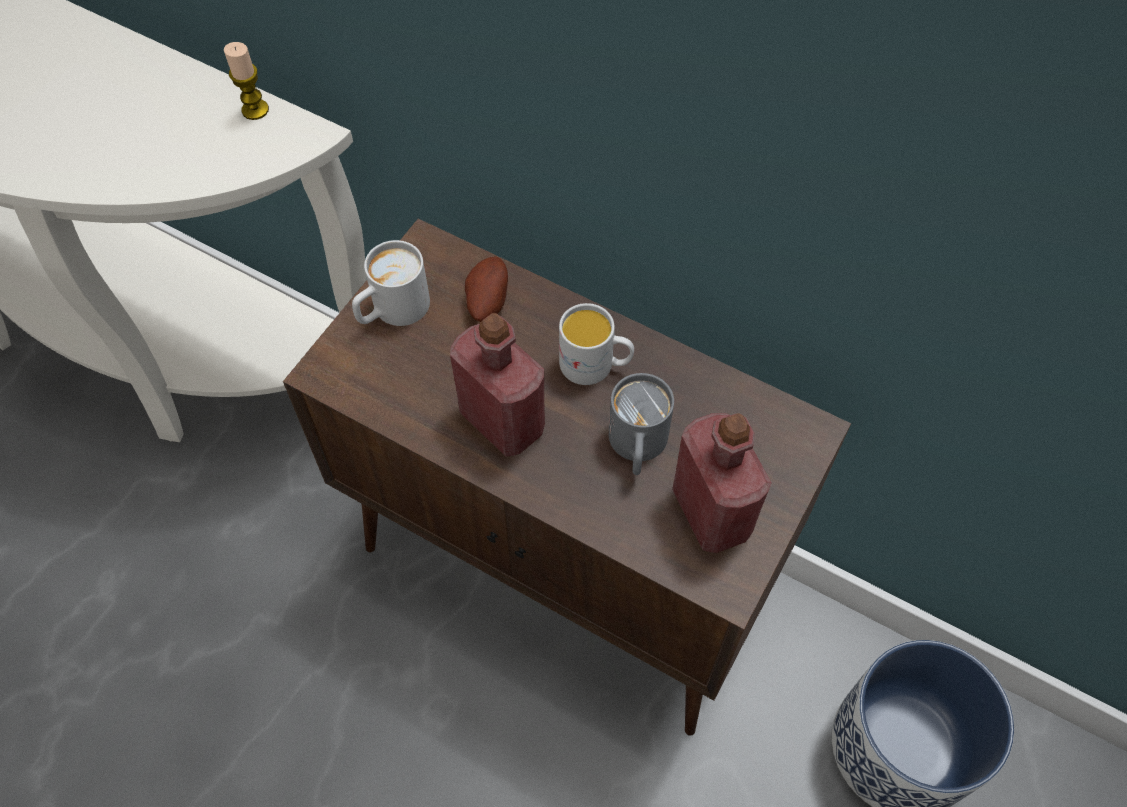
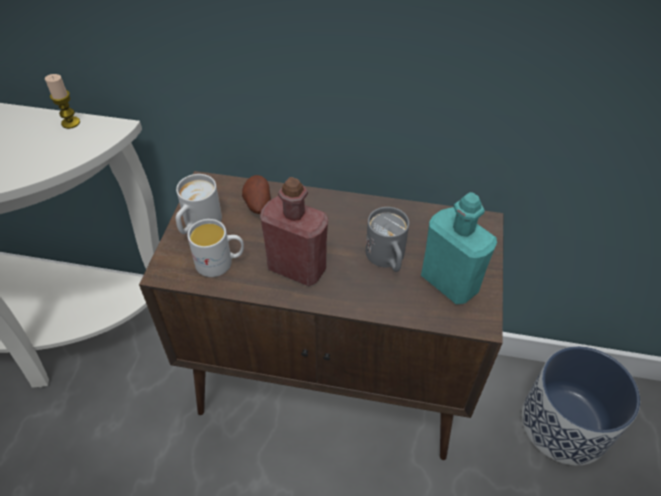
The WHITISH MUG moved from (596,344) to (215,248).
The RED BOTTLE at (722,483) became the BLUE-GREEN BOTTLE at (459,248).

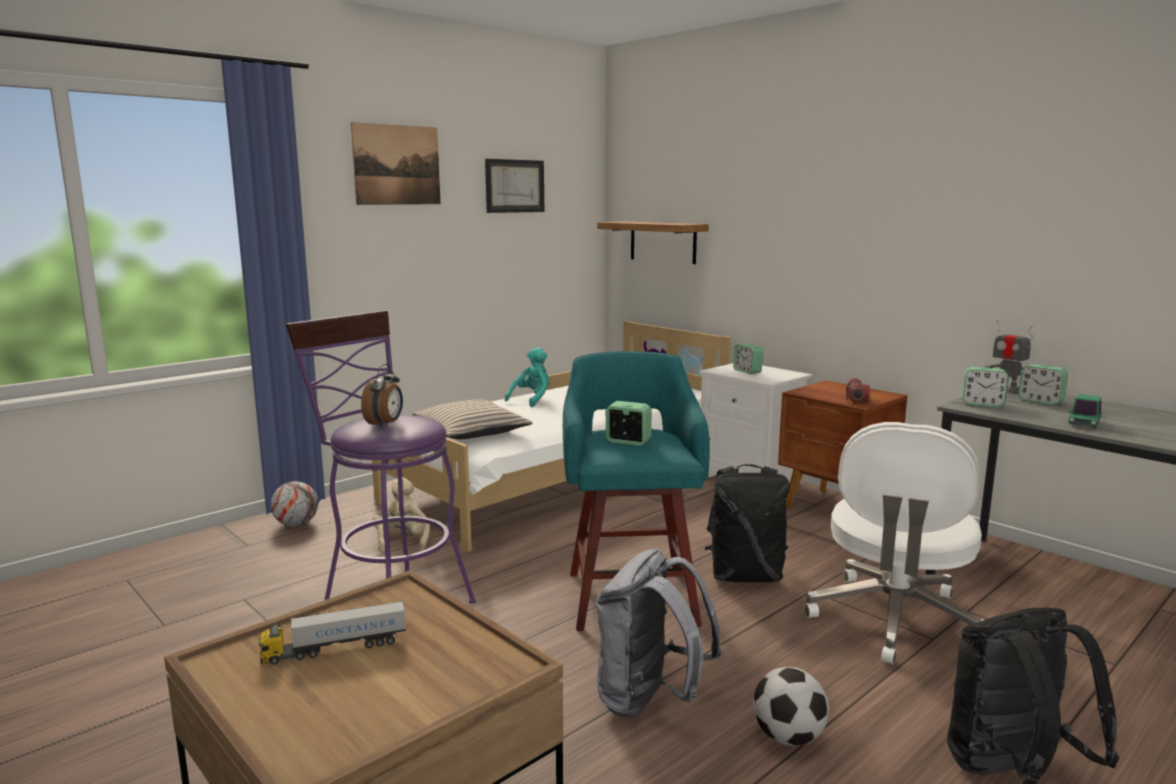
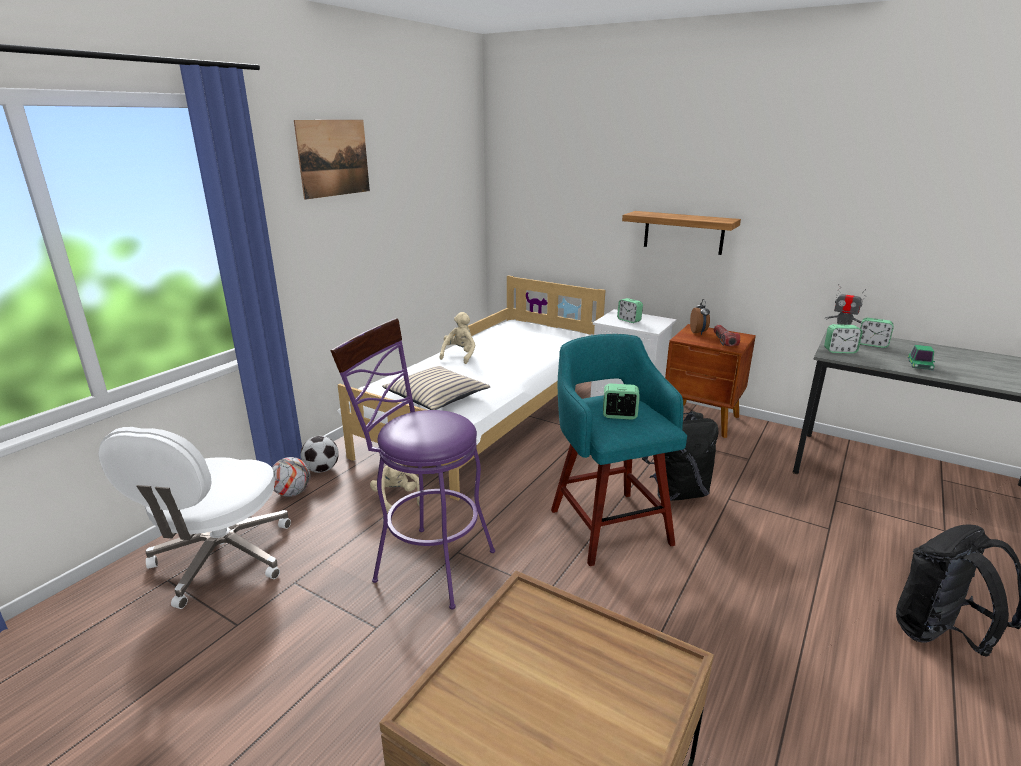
The WHITISH COMPUTER CHAIR moved from (894,543) to (194,518).
The FOOTBALL moved from (791,706) to (319,454).
The BLUE-GREEN SOFT TOY at (527,377) became the BEIGE SOFT TOY at (457,338).
The WALL SHELF moved from (653,242) to (681,233).
The BEDSIDE CLOCK moved from (382,396) to (700,317).
The MODEL TRUCK at (332,633) disappeared.
The WALL PICTURE at (515,186) disappeared.
The GRAY BACKPACK at (659,633) disappeared.

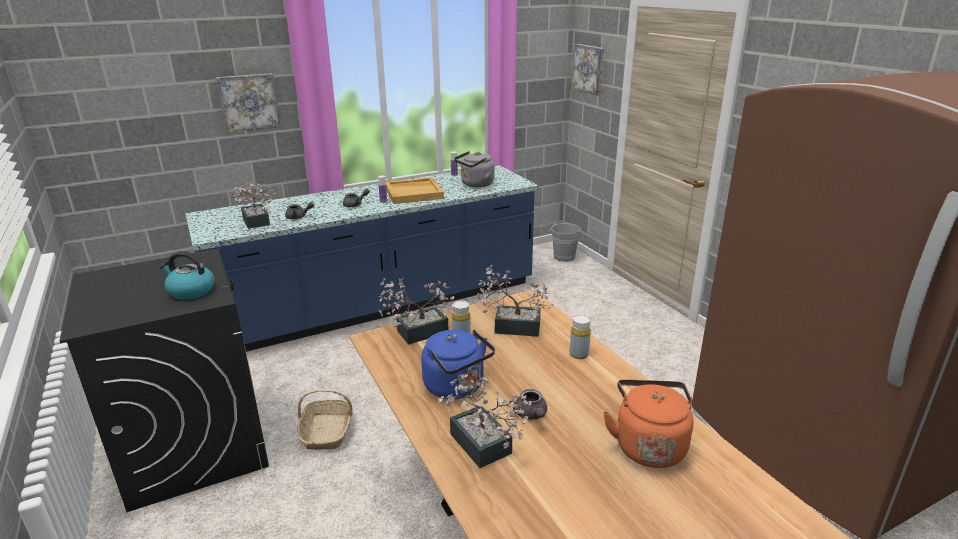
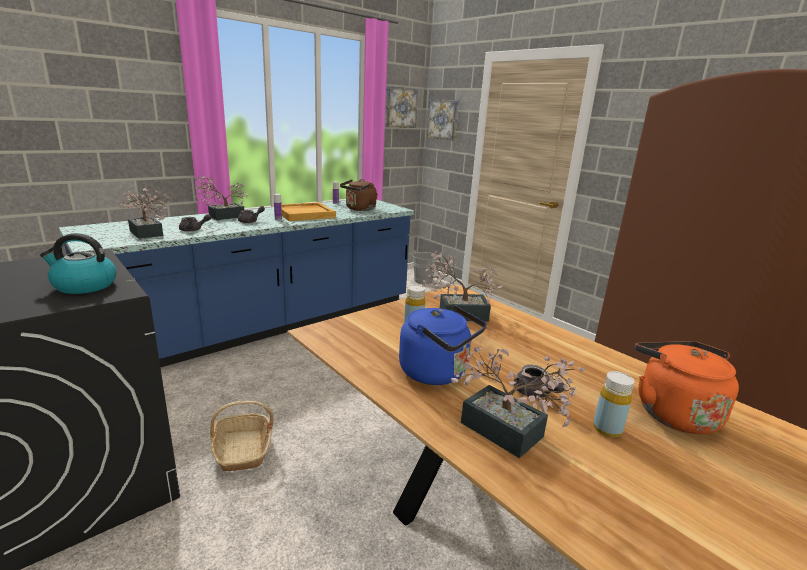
The PLANT IN A POT moved from (416,311) to (221,197).
The GRAY WATER KETTLE at (474,169) became the BROWN-COLOURED WATER KETTLE at (359,195).
The WALL PICTURE moved from (248,103) to (401,107).
The YELLOWISH BOTTLE moved from (580,337) to (613,404).

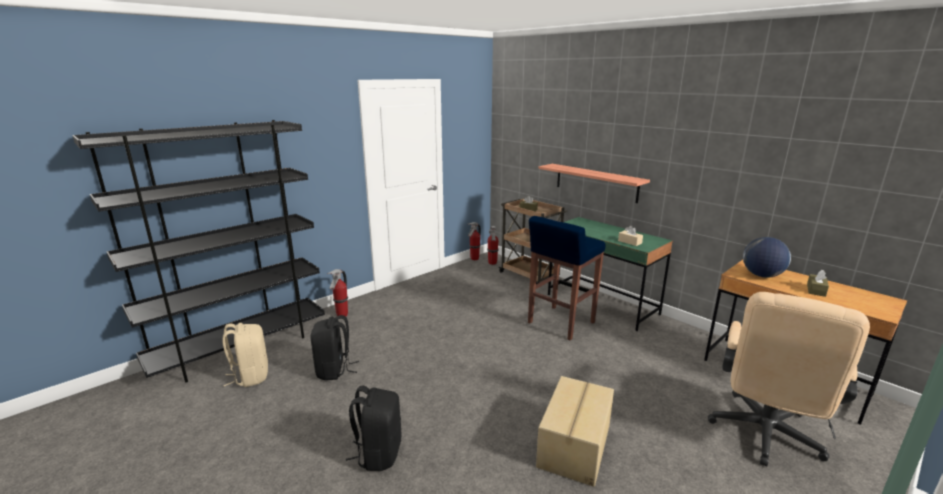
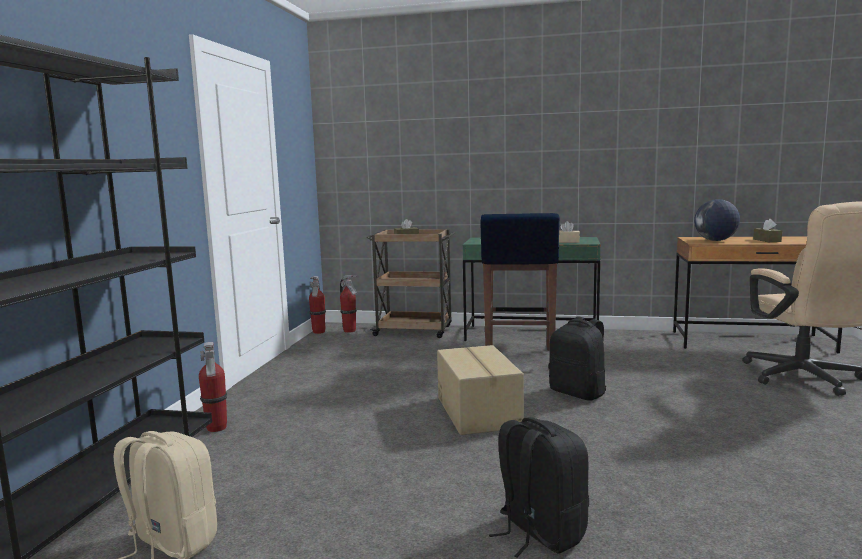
The PACKING BOX moved from (575,431) to (480,390).
The BLACK-COLOURED BACKPACK moved from (335,347) to (577,358).
The WALL SHELF at (594,183) disappeared.

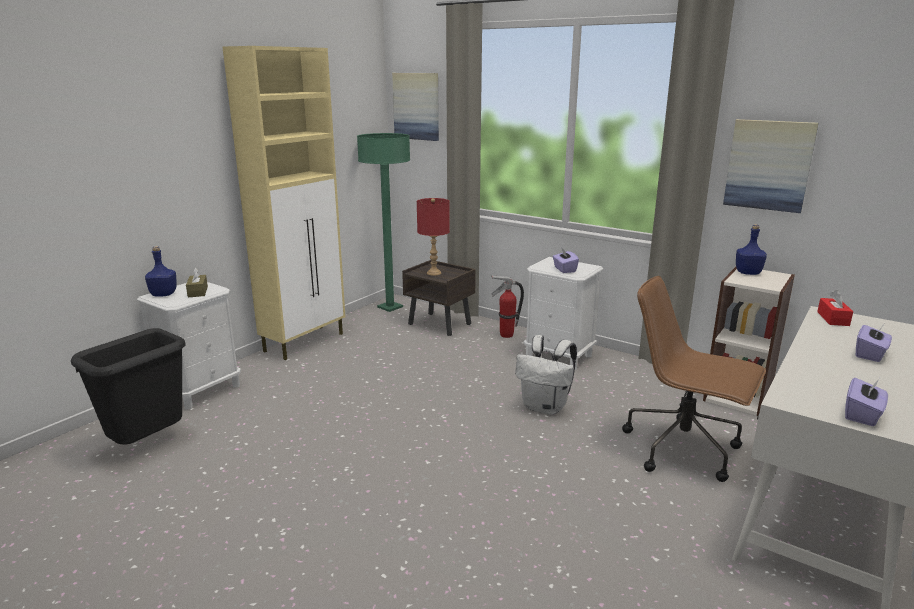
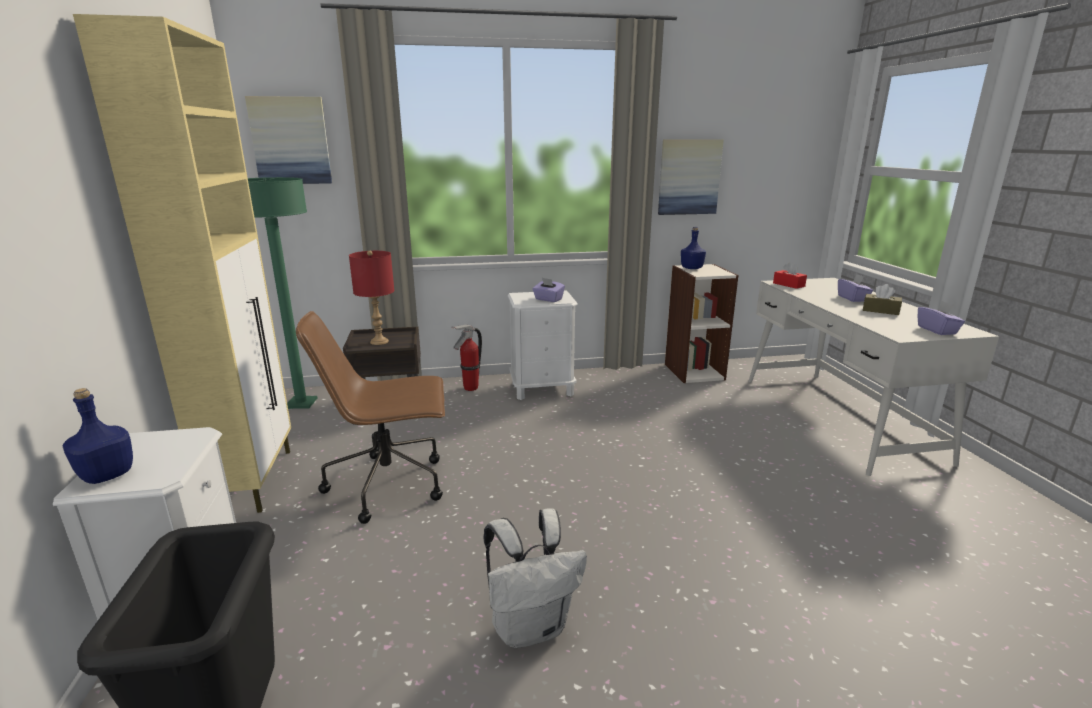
The BROWN-COLOURED COMPUTER CHAIR moved from (694,379) to (370,417).
The WHITISH BACKPACK moved from (546,375) to (535,578).
The BROWN-COLOURED TISSUE HOLDER moved from (197,282) to (882,299).

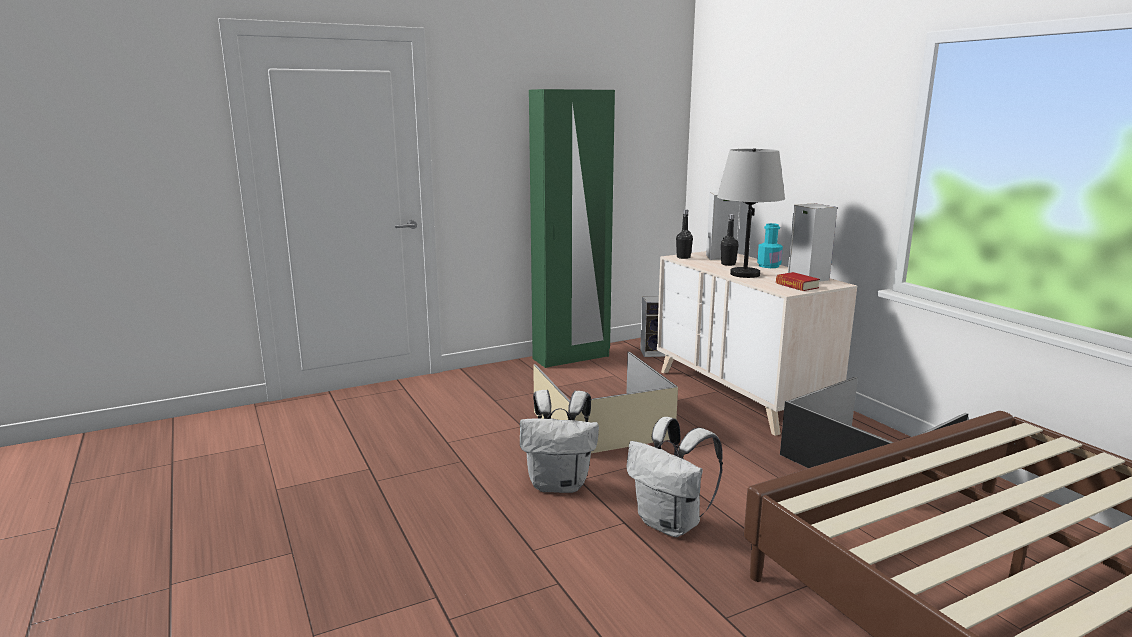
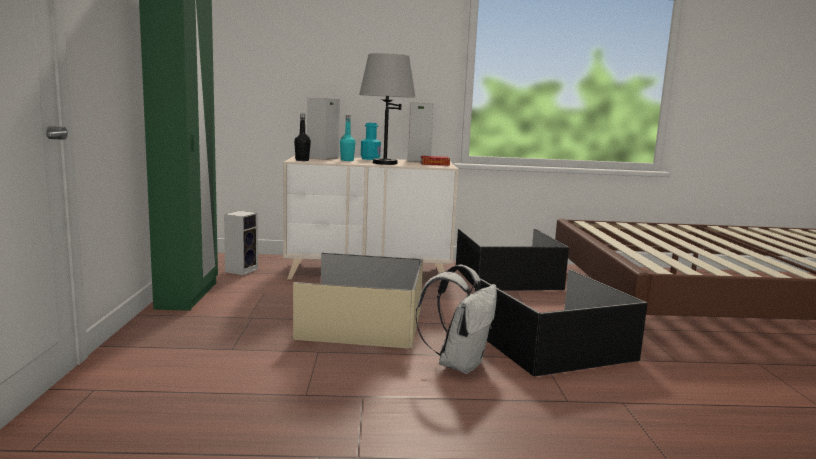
The BLACK-COLOURED BOTTLE at (730,240) became the BLUE-GREEN BOTTLE at (347,138).
The WHITISH BACKPACK at (674,477) was replaced by the BLACK-COLOURED STORAGE CONTAINER at (561,323).

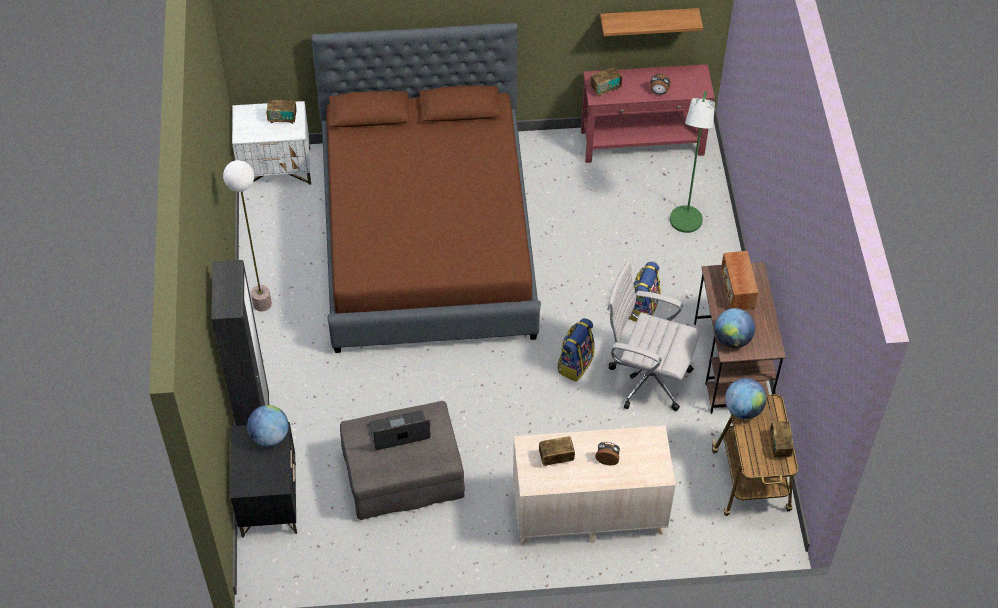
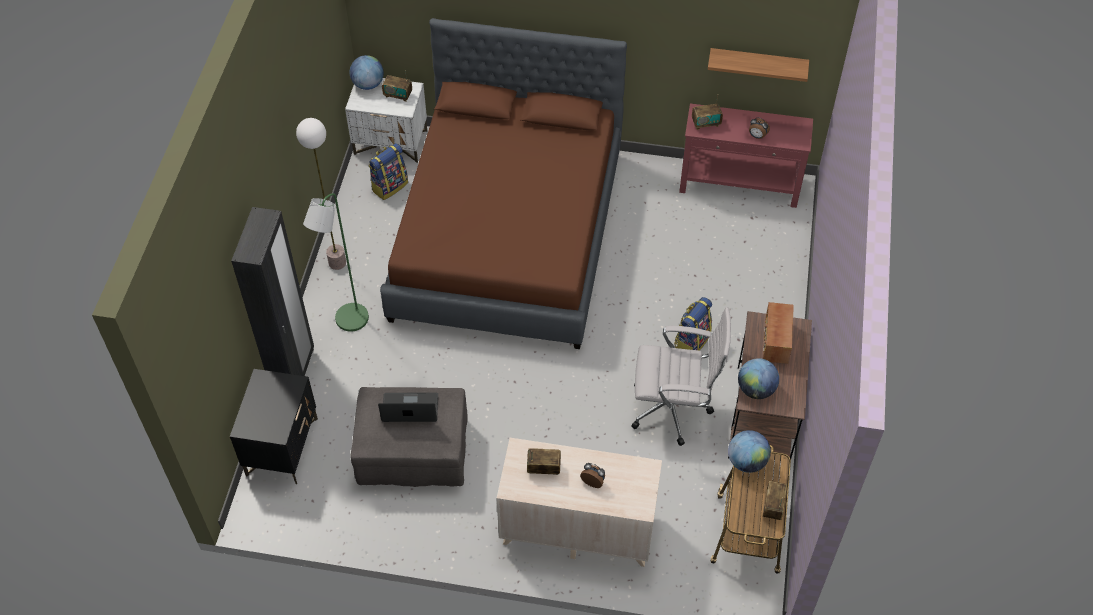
The GREEN FLOOR LAMP moved from (692,162) to (336,262).
The WORLD GLOBE moved from (268,425) to (366,72).
The BACKPACK moved from (576,350) to (388,171).
The WHITISH COMPUTER CHAIR at (653,336) turned 150 degrees clockwise.

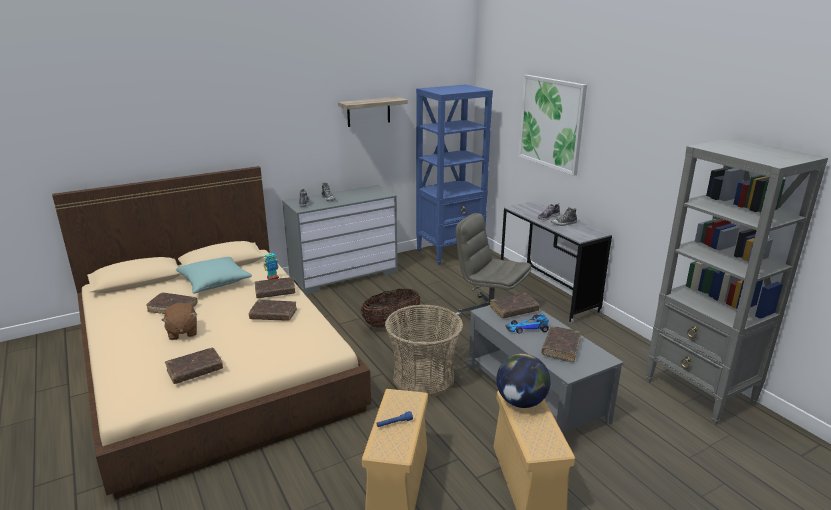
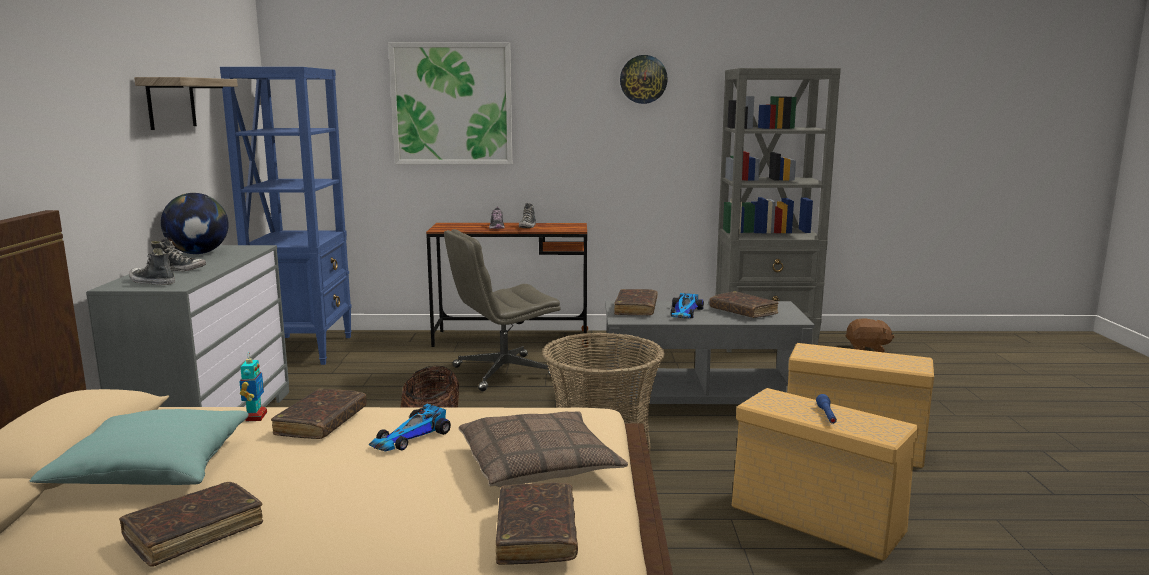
The WORLD GLOBE moved from (523,381) to (195,223).
The BROWN-COLOURED BOOK at (273,310) was replaced by the TOY CAR at (410,428).
The GRAY DESK at (556,262) became the BROWN-COLOURED DESK at (507,285).
The THROW PILLOW at (543,449) appeared.
The WALL CLOCK at (644,79) appeared.
The BROWN-COLOURED SOFT TOY moved from (179,321) to (870,335).

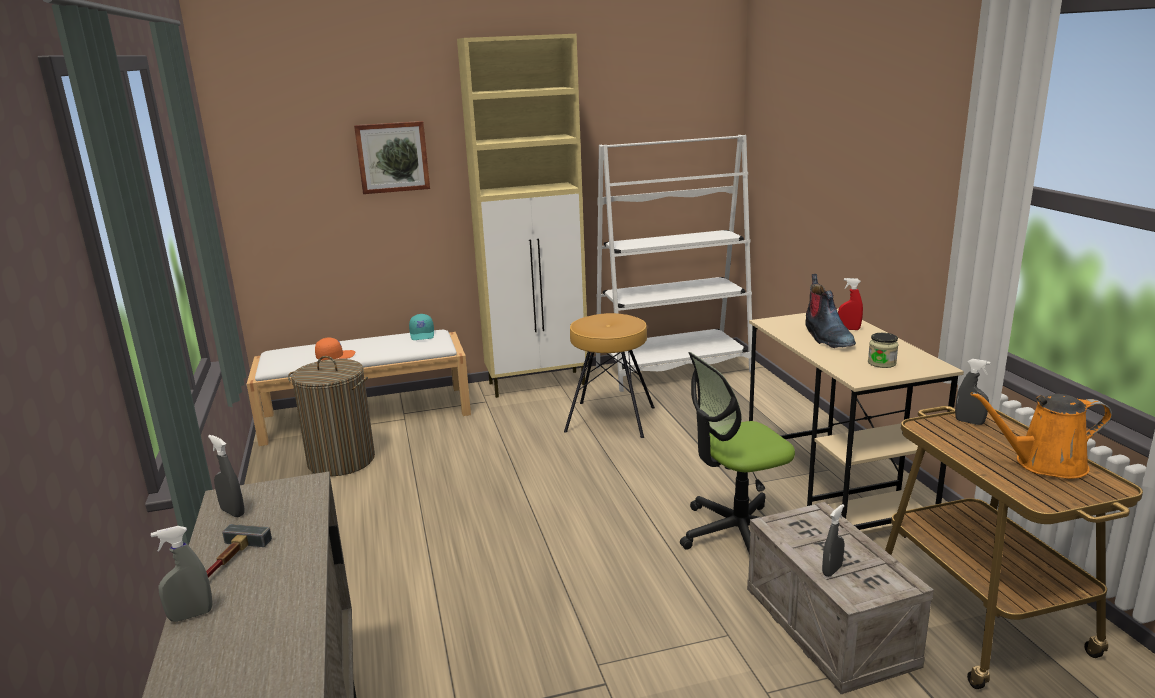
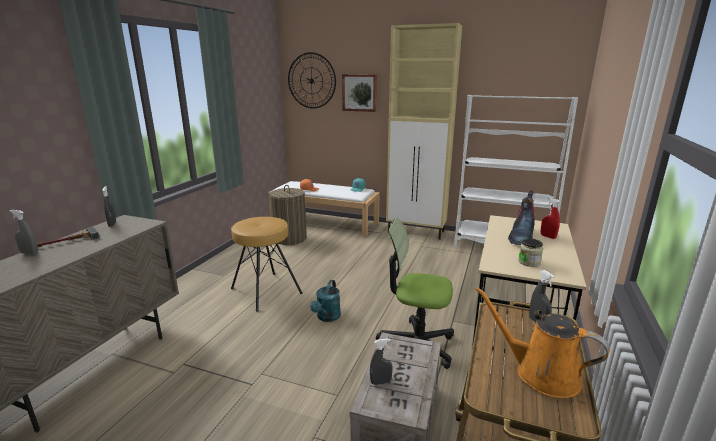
The BROWN-COLOURED SITTING STOOL moved from (609,375) to (266,264).
The WALL CLOCK at (312,80) appeared.
The BLUE-GREEN SPRINKLING CAN at (325,301) appeared.

